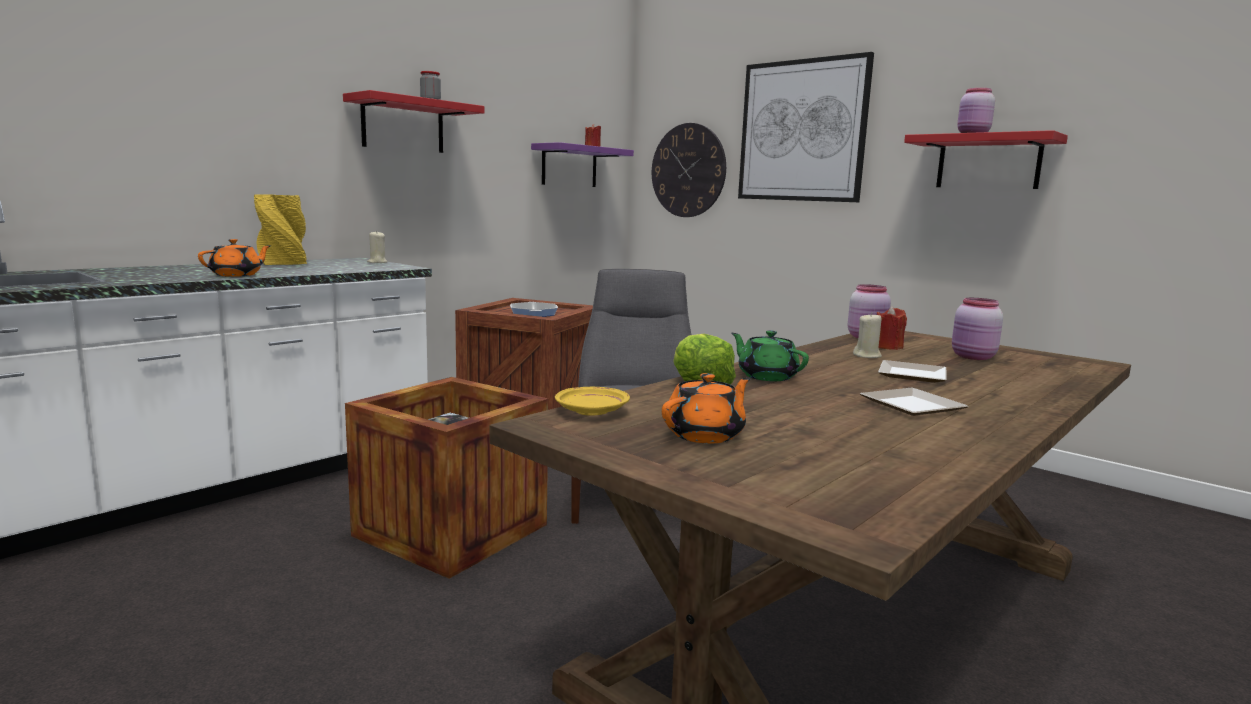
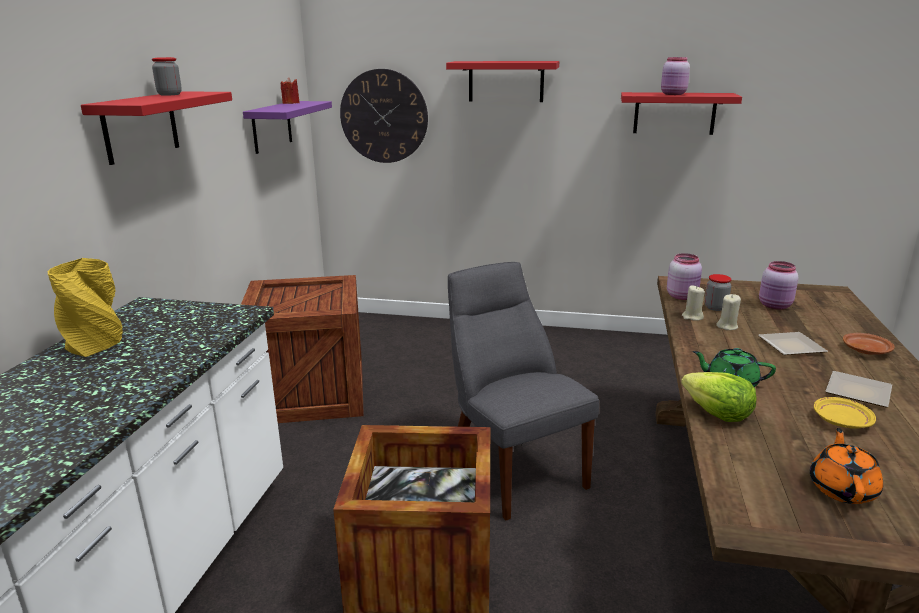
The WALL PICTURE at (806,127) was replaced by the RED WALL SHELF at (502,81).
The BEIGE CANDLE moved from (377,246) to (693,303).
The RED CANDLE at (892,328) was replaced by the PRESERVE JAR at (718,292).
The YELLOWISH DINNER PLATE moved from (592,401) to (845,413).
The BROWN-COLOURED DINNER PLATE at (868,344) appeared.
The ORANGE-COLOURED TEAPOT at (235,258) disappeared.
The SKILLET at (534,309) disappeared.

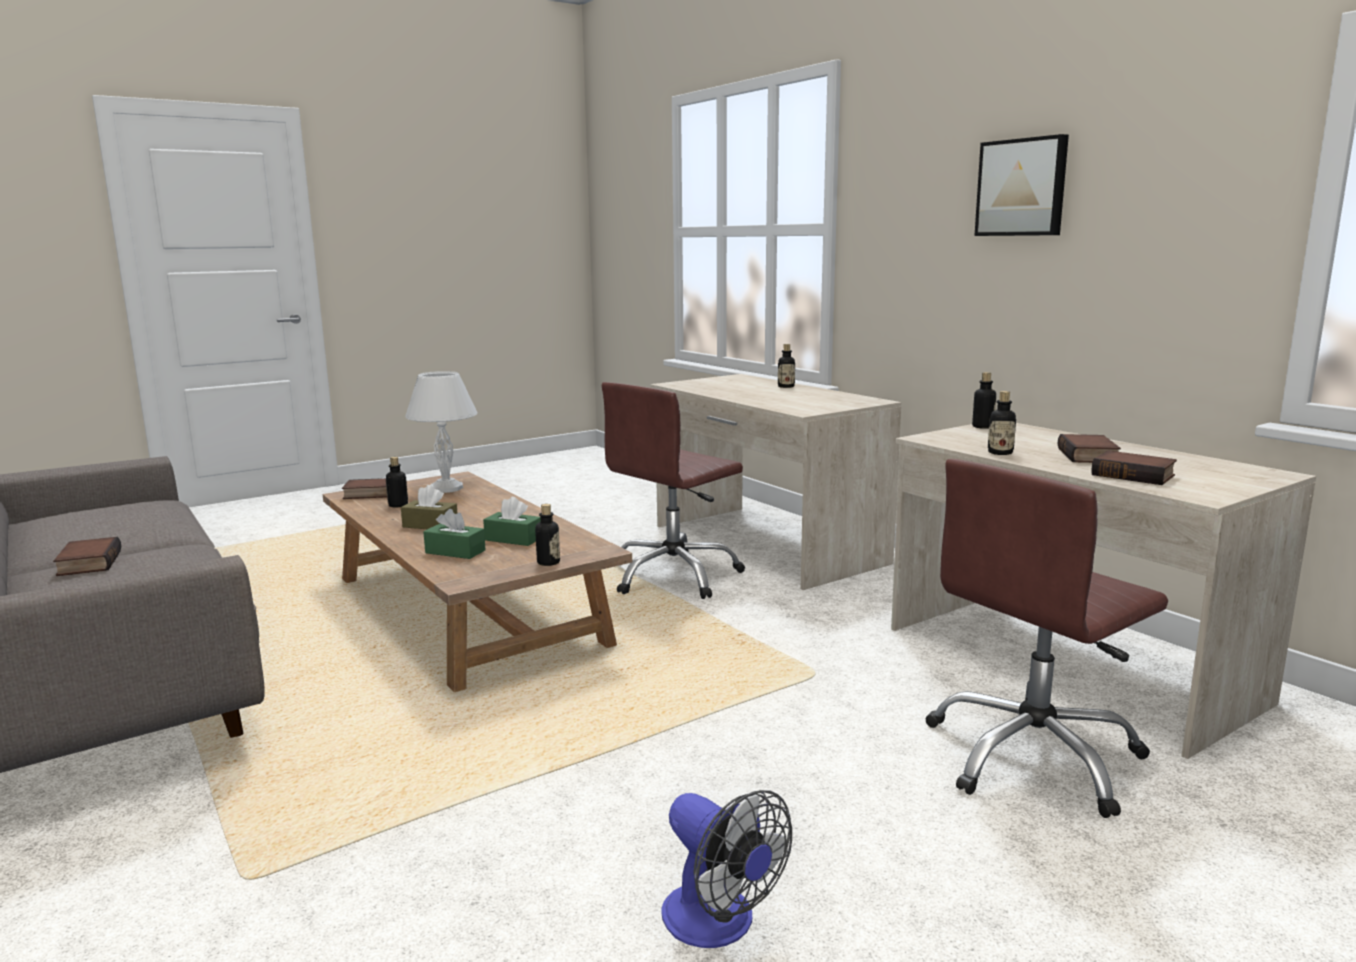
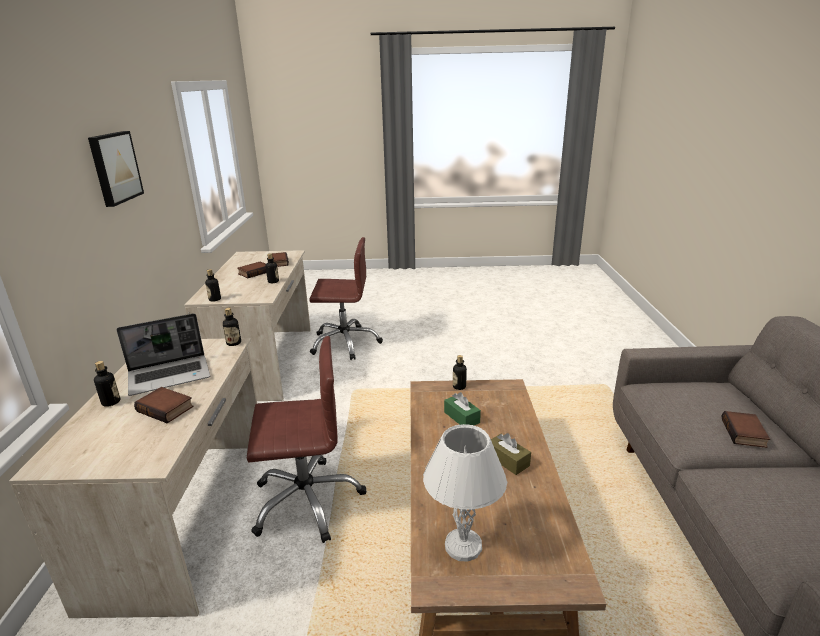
The NOTEBOOK COMPUTER at (163,354) appeared.
The BOOK moved from (364,488) to (164,405).
The BOTTLE moved from (397,482) to (232,327).
The GREEN TISSUE HOLDER at (454,534) disappeared.
The ELECTRIC FAN at (726,869) disappeared.

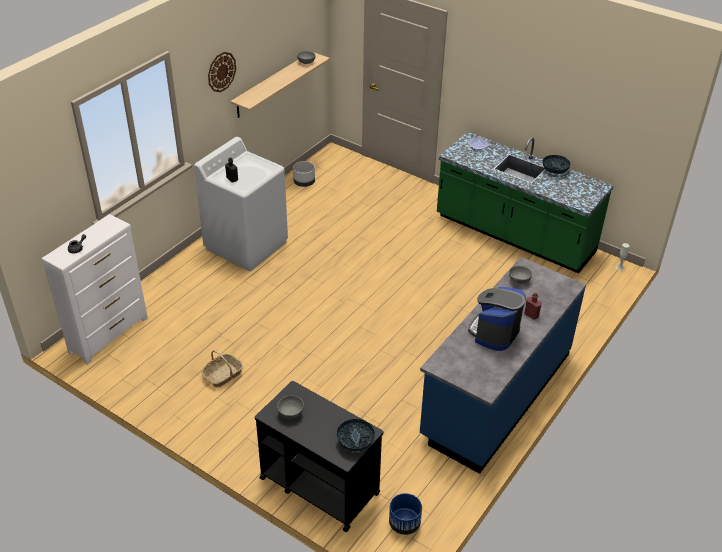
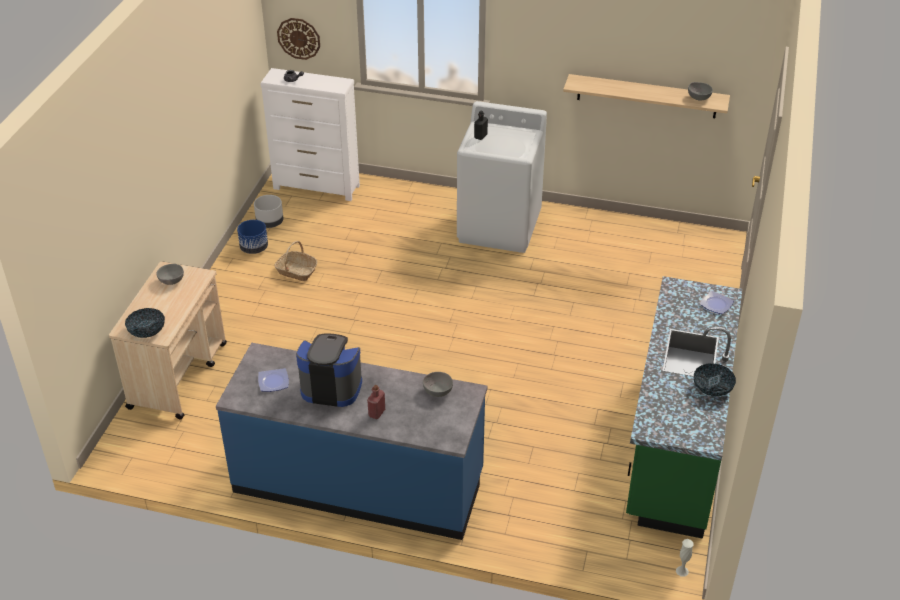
The BLACK-COLOURED TROLLEY at (319,456) became the BEIGE TROLLEY at (168,340).
The BLUISH PLANT POT moved from (405,514) to (252,237).
The GRAY PLANT POT moved from (304,174) to (269,211).
The DINNER PLATE at (273,380) appeared.
The WALL CLOCK moved from (222,72) to (298,39).

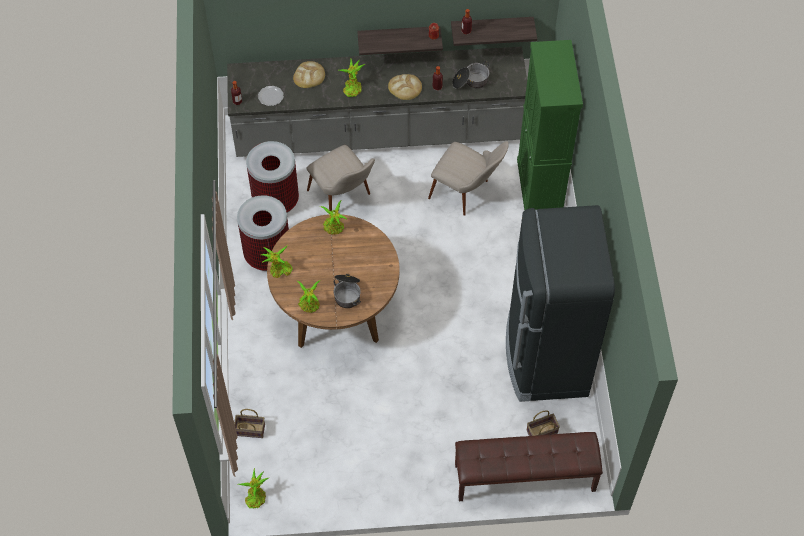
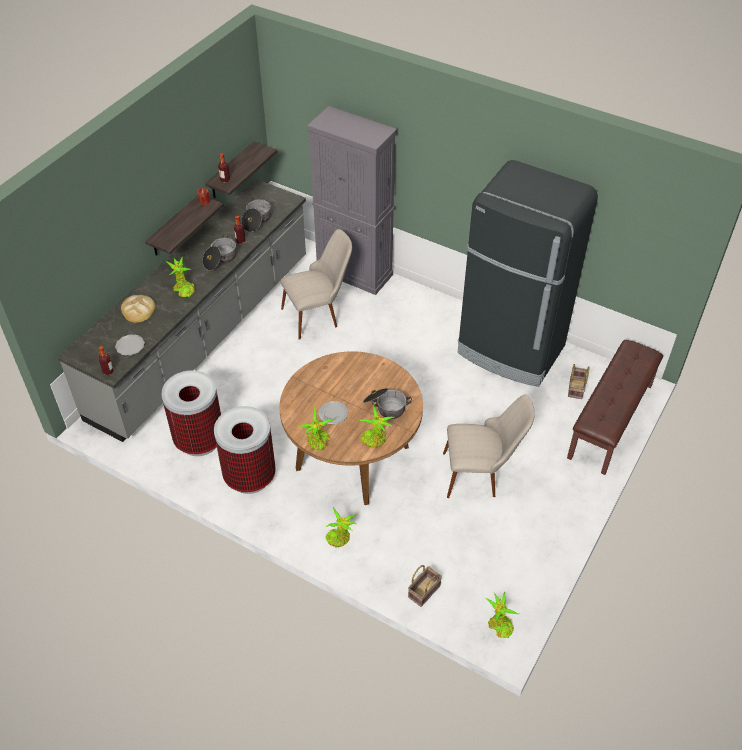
The BAKED BREAD at (405,87) was replaced by the COOKING POT at (219,252).
The GREEN CUPBOARD at (550,125) became the GRAY CUPBOARD at (352,200).
The DINNER PLATE at (333,413) appeared.
The PLANT IN A POT moved from (334,217) to (341,527).
The BEIGE PLAIN CHAIR moved from (341,178) to (489,446).

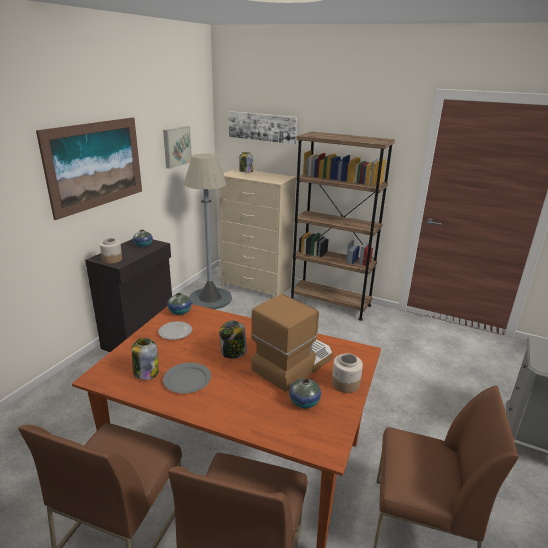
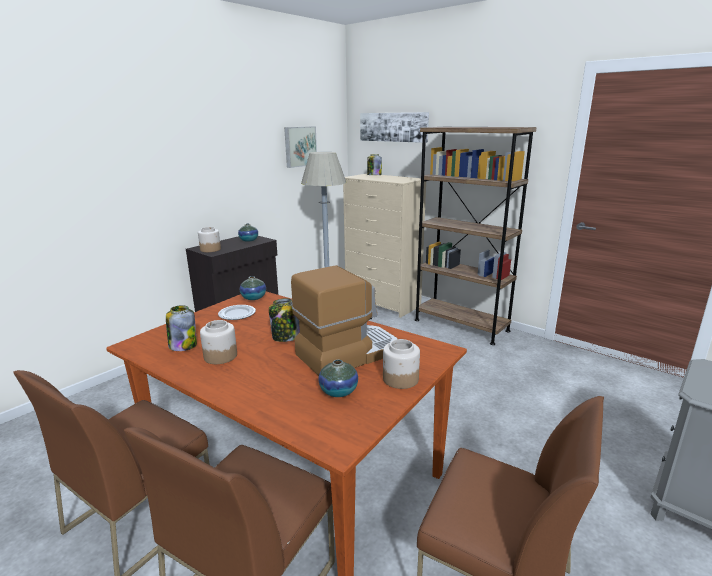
The GRAY DINNER PLATE at (187,378) was replaced by the PRESERVE JAR at (218,342).
The WALL PICTURE at (89,168) disappeared.

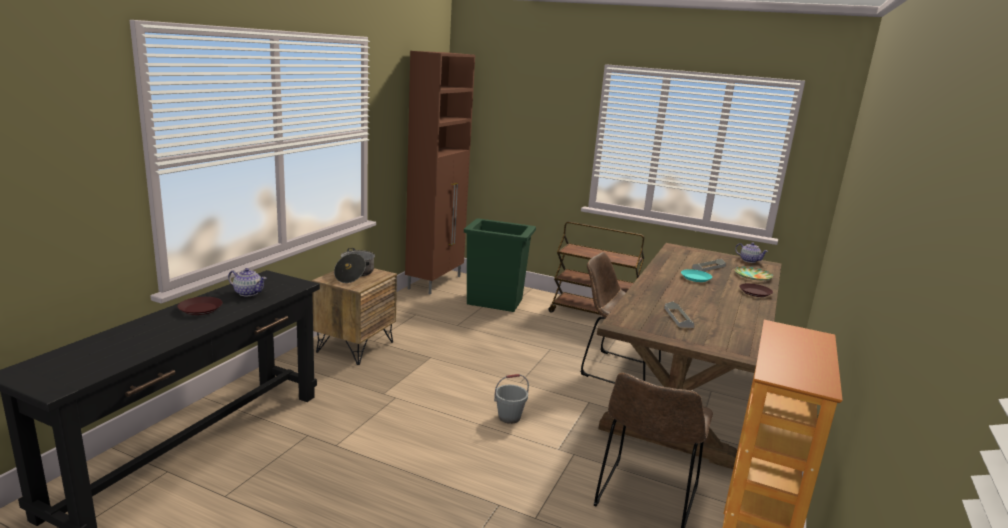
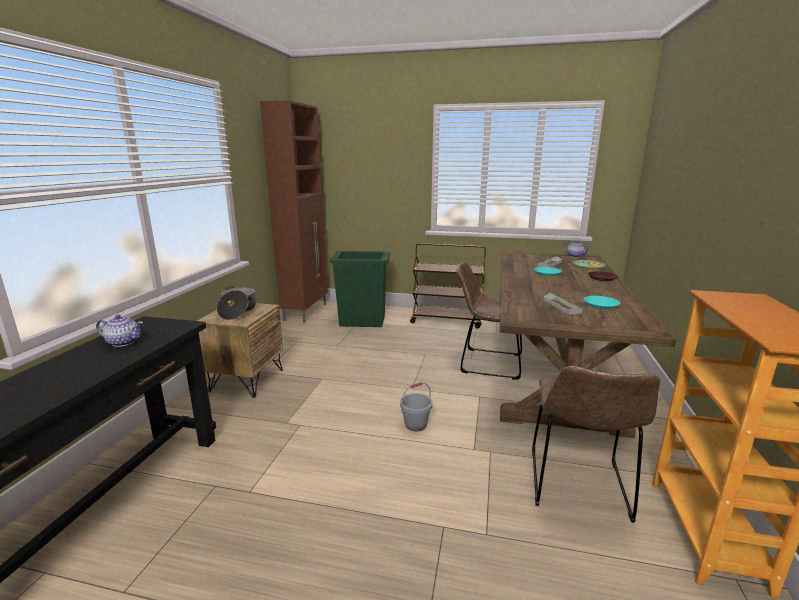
The BLUE-GREEN DINNER PLATE at (602,302) appeared.
The BROWN-COLOURED DINNER PLATE at (199,306) disappeared.

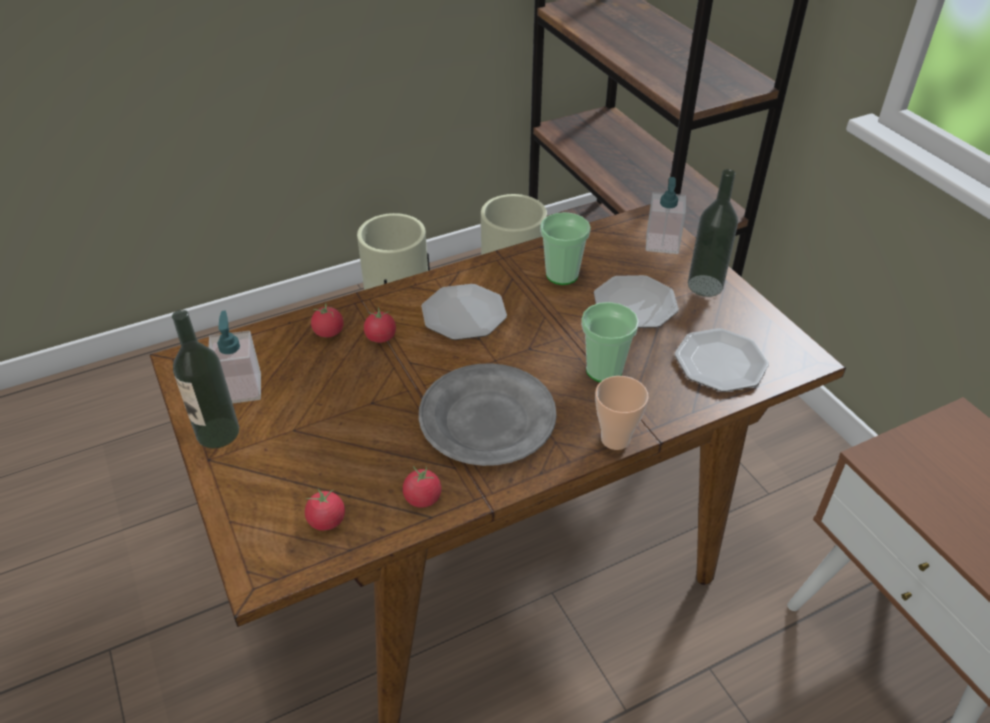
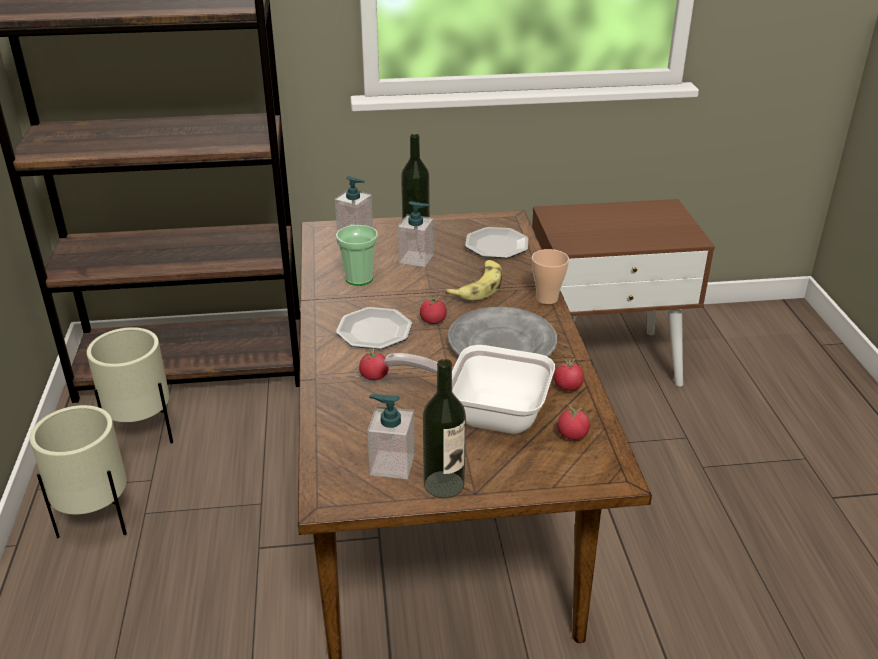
The SKILLET at (469,389) appeared.
The DINNER PLATE at (636,301) was replaced by the SOAP BOTTLE at (416,234).
The FRESH TOMATO moved from (327,320) to (433,310).
The CUP at (610,342) was replaced by the BANANA at (473,280).

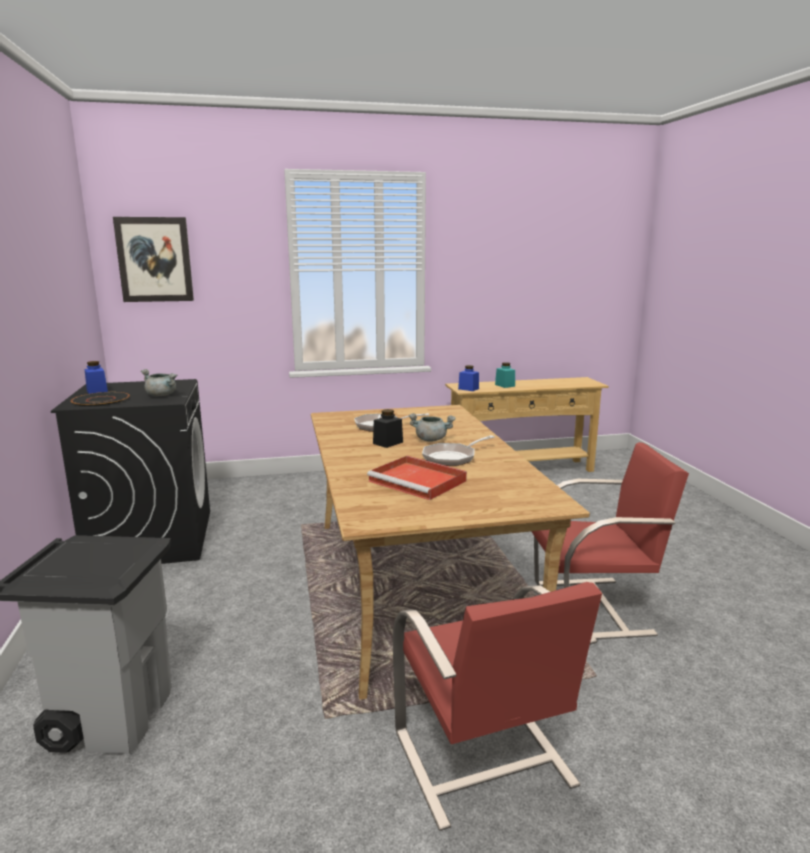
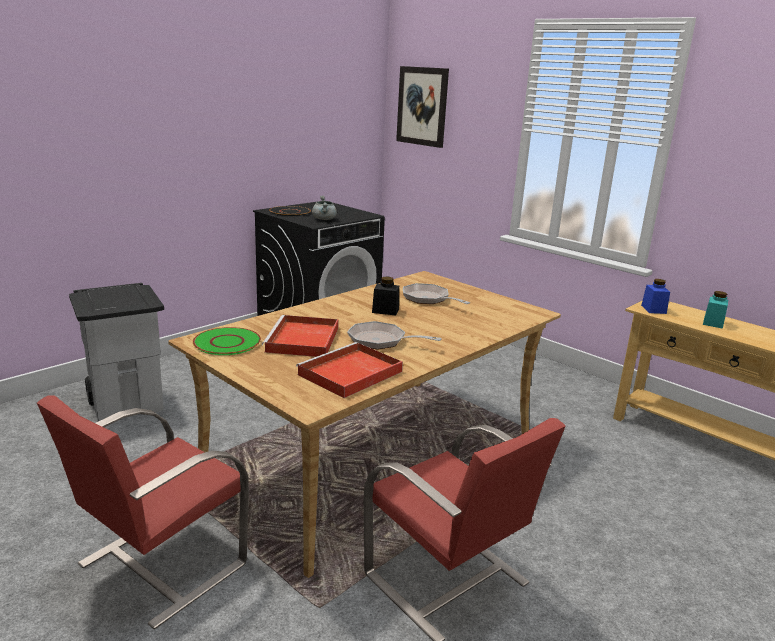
The GREEN DINNER PLATE at (227,341) appeared.
The RED TRAY at (349,370) appeared.
The BLUISH PRESERVE JAR at (96,377) disappeared.
The GRAY COOKING POT at (432,427) disappeared.

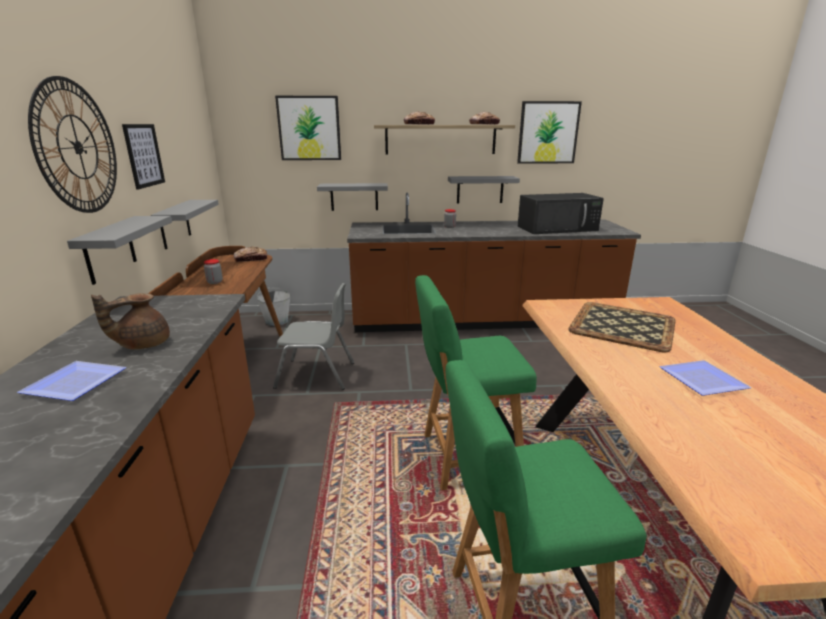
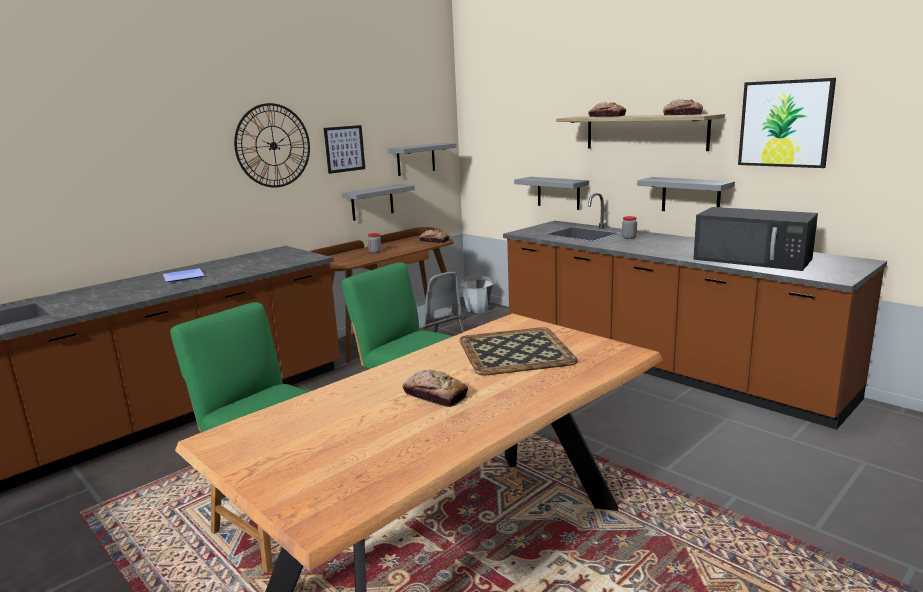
The GRAY WALL SHELF moved from (119,250) to (422,159).
The DINNER PLATE at (705,378) was replaced by the BAKED BREAD at (435,388).
The BROWN-COLOURED TEAPOT at (130,321) disappeared.
The WALL PICTURE at (308,128) disappeared.

